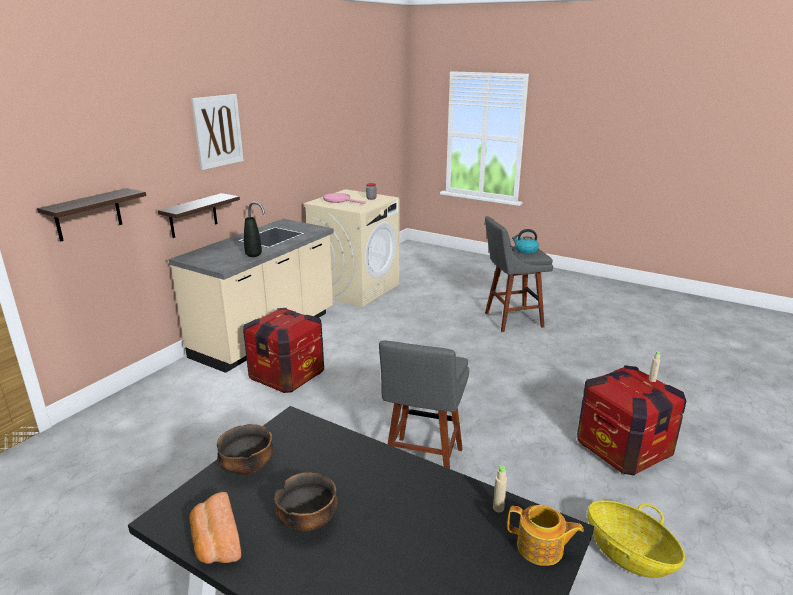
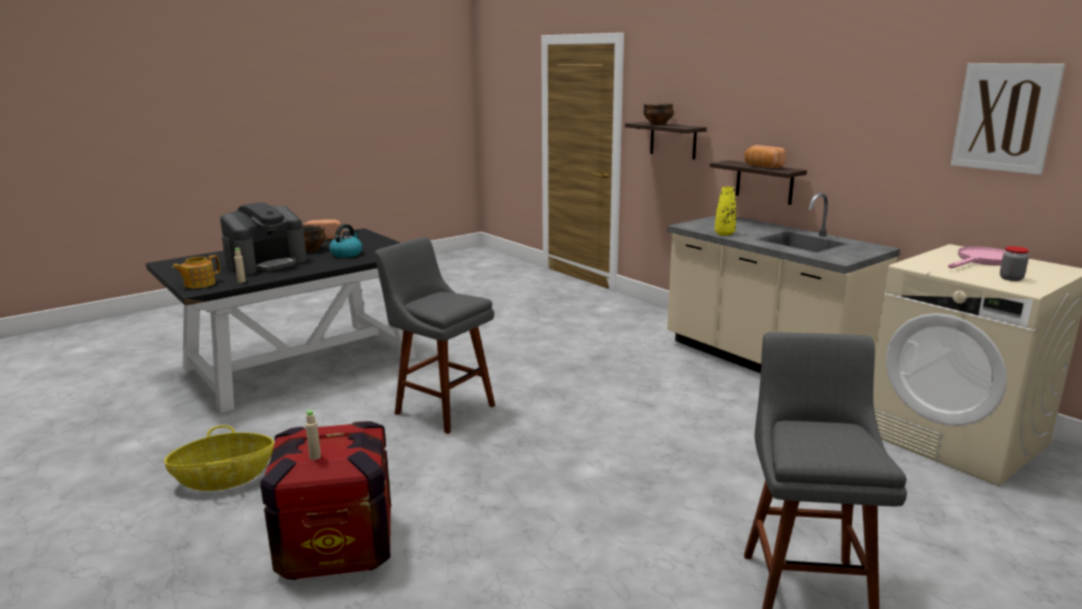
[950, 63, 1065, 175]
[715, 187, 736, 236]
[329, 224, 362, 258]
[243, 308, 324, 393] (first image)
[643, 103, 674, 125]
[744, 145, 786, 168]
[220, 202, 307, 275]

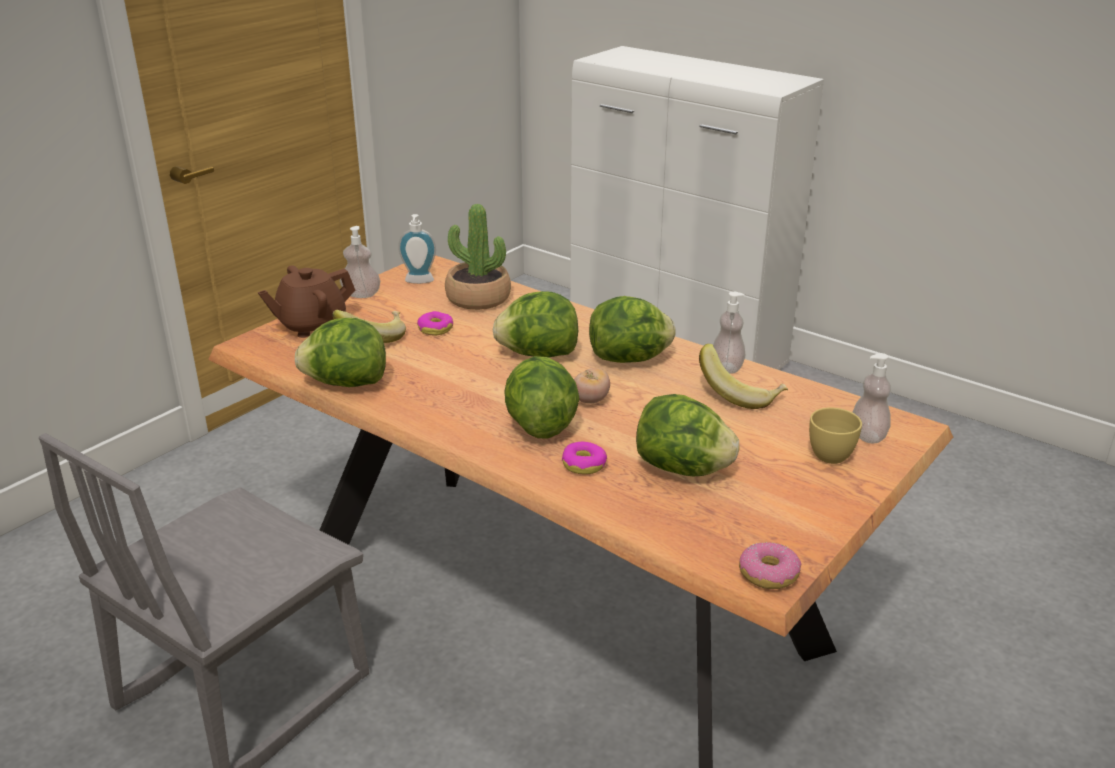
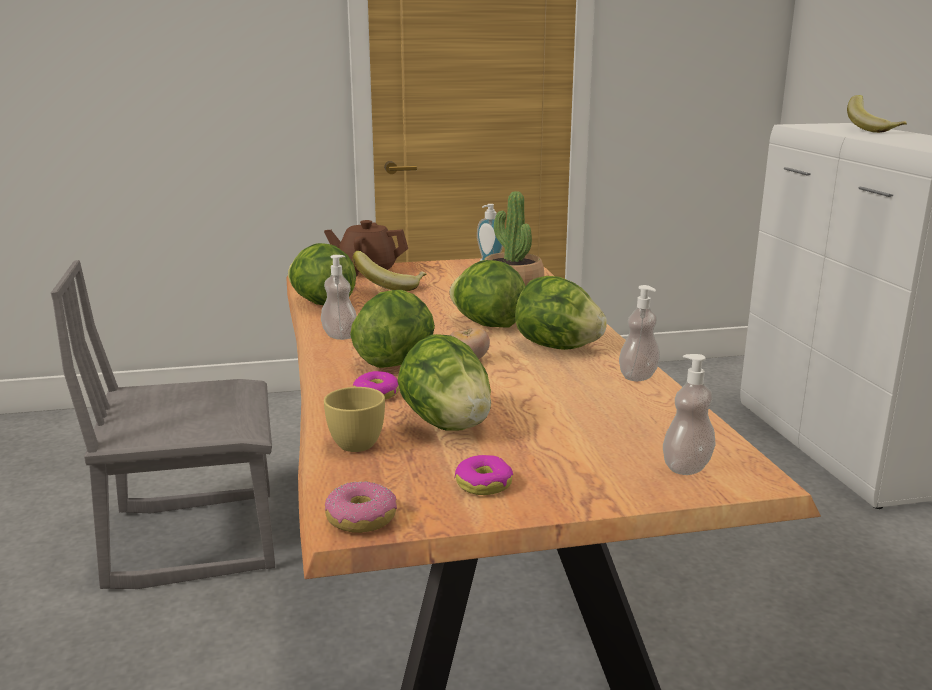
[321, 255, 357, 340]
[454, 455, 513, 495]
[847, 95, 907, 133]
[324, 387, 385, 452]

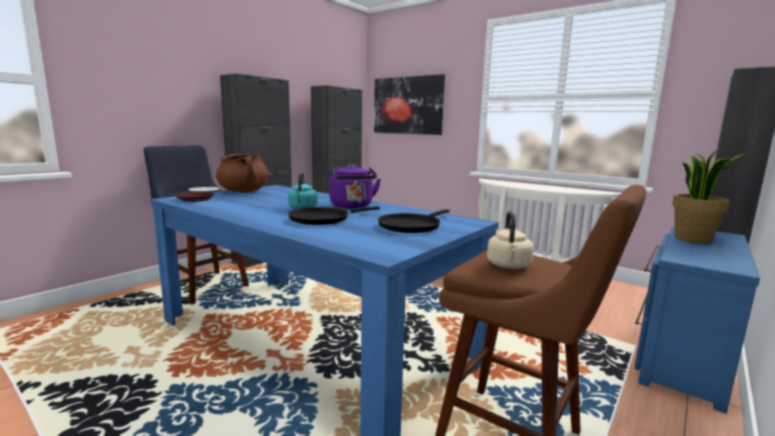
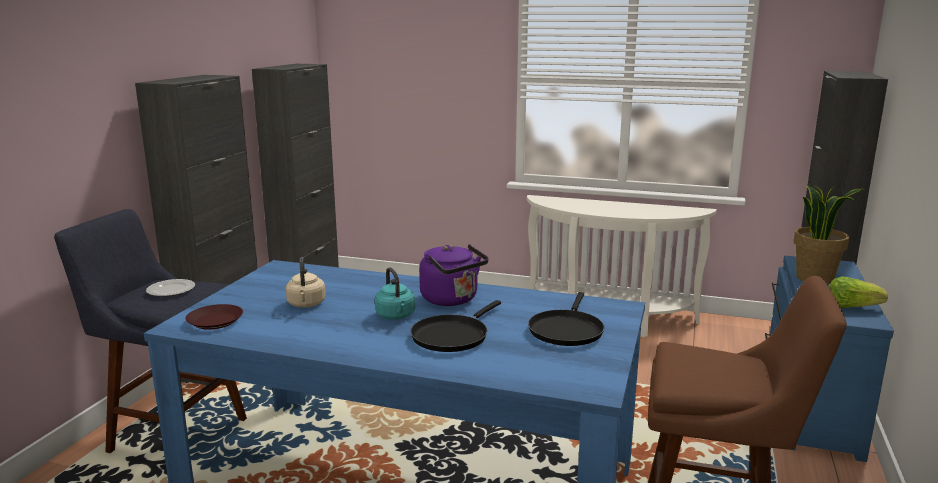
[374, 74, 445, 135] (first image)
[216, 153, 269, 193] (first image)
[286, 257, 326, 308]
[829, 276, 888, 308]

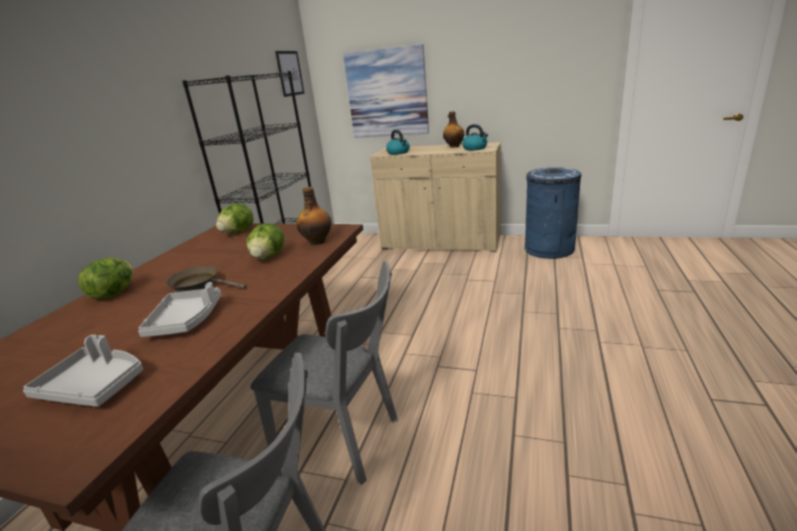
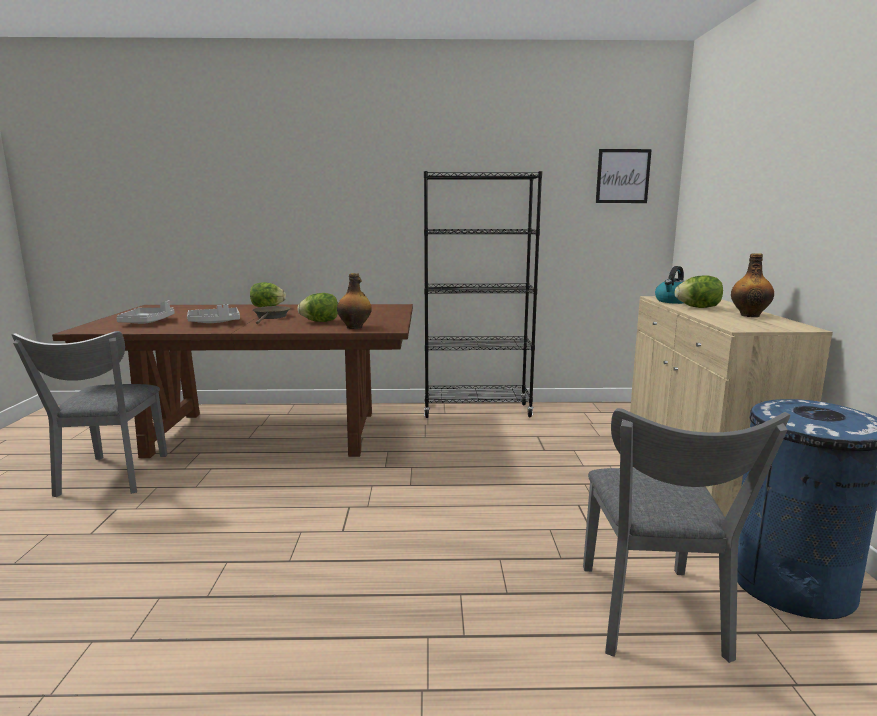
[343, 44, 429, 138] (first image)
[462, 124, 488, 150] (first image)
[675, 275, 723, 308]
[583, 408, 790, 663]

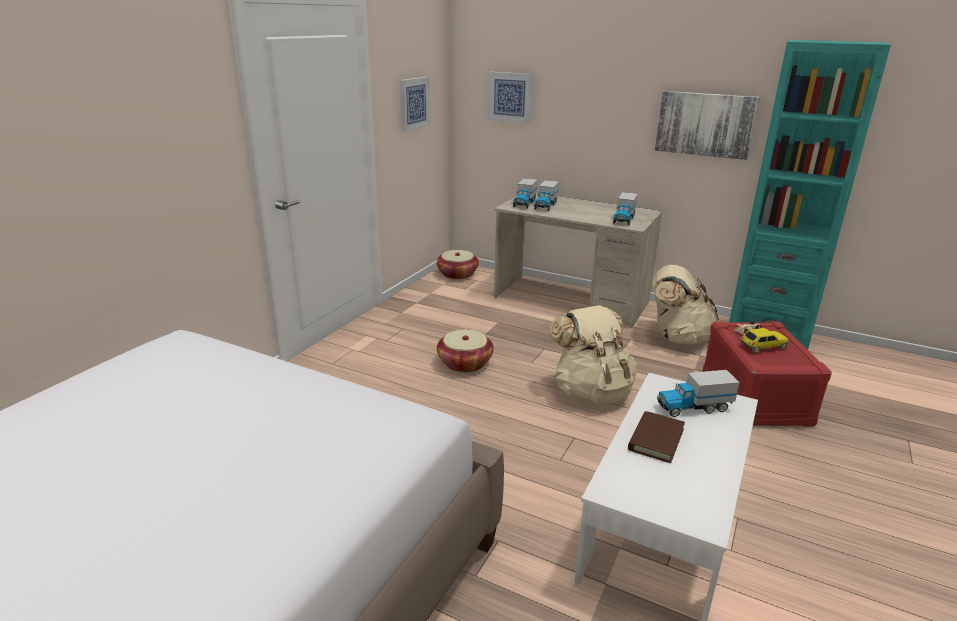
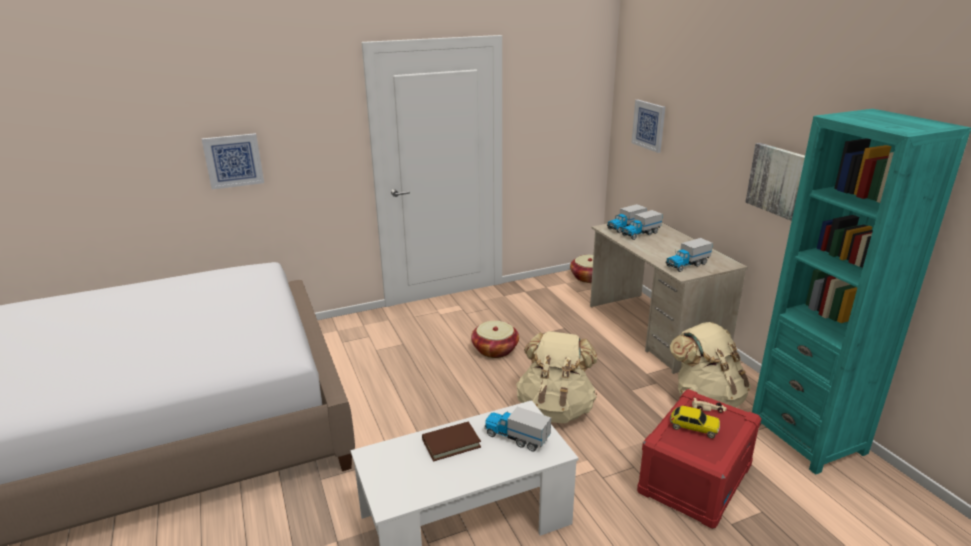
[202, 133, 264, 189]

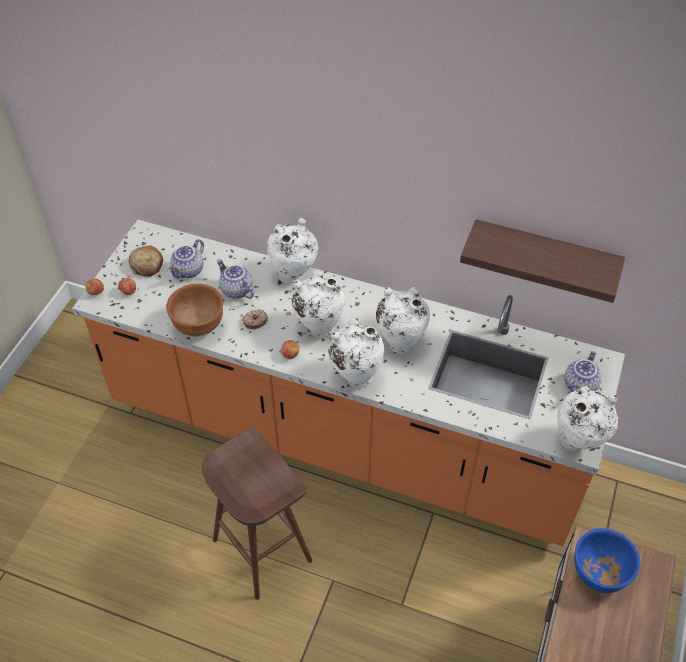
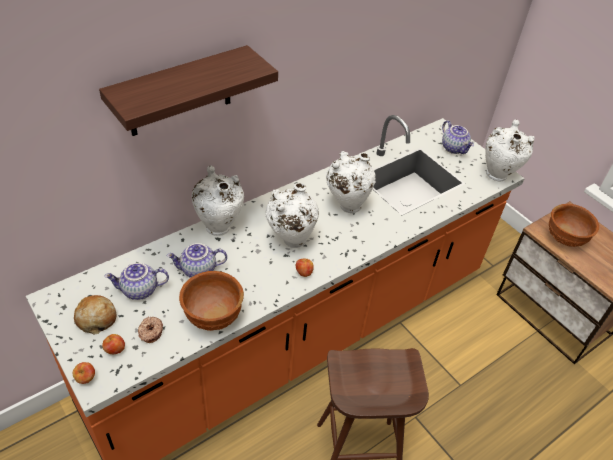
[99, 45, 278, 136]
[104, 263, 169, 300]
[138, 316, 163, 343]
[328, 319, 384, 388] (first image)
[549, 204, 599, 247]

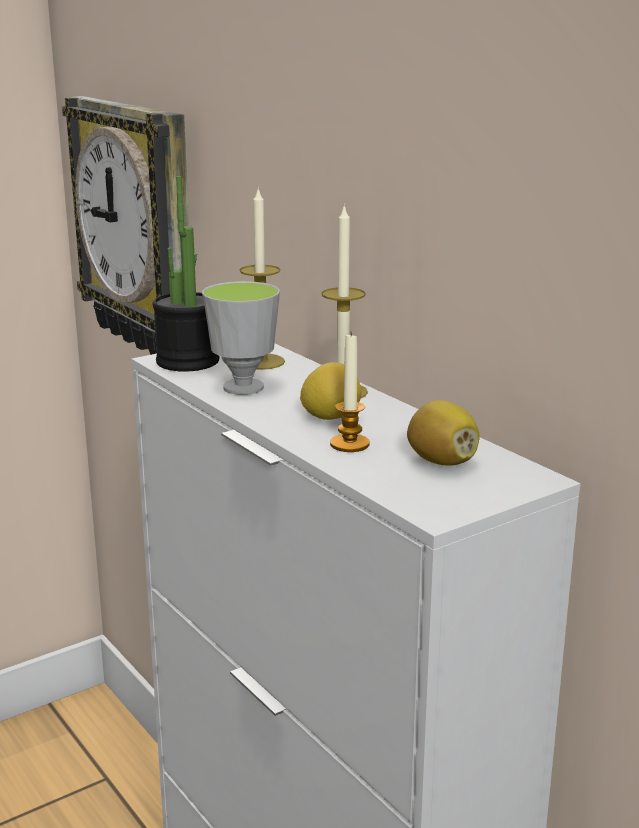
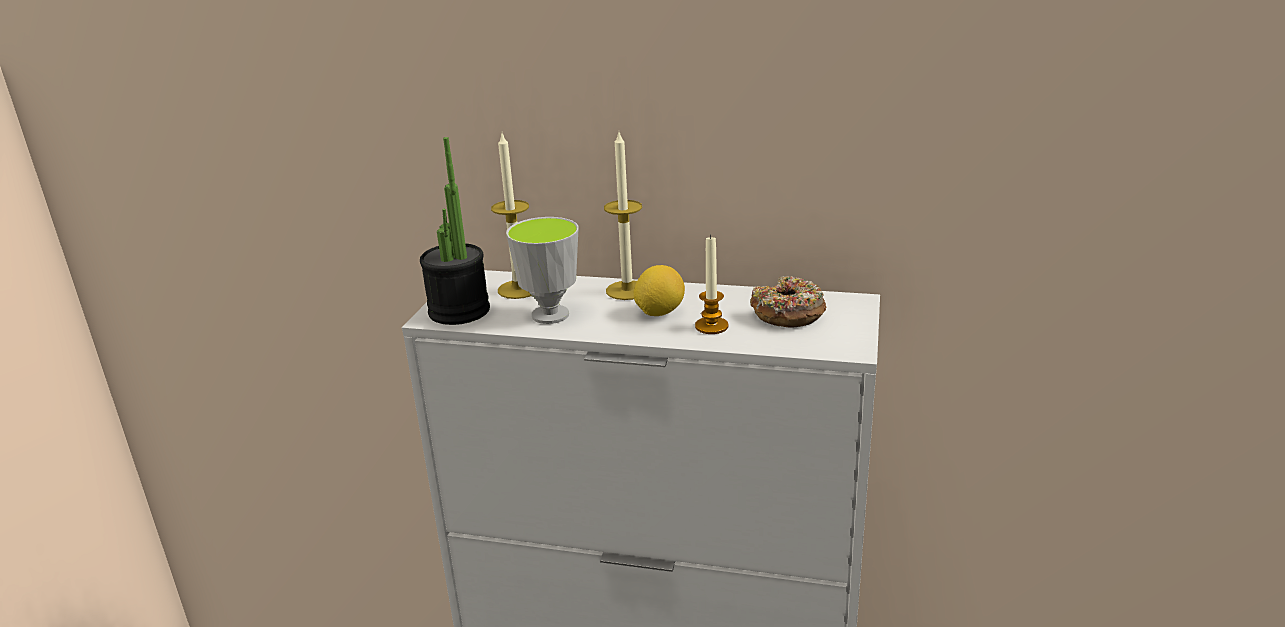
[62, 96, 189, 355] (first image)
[750, 276, 827, 328]

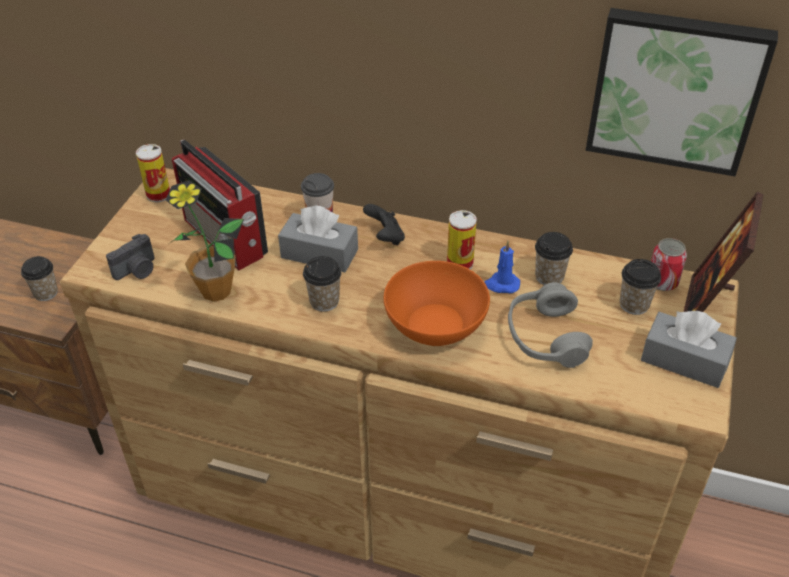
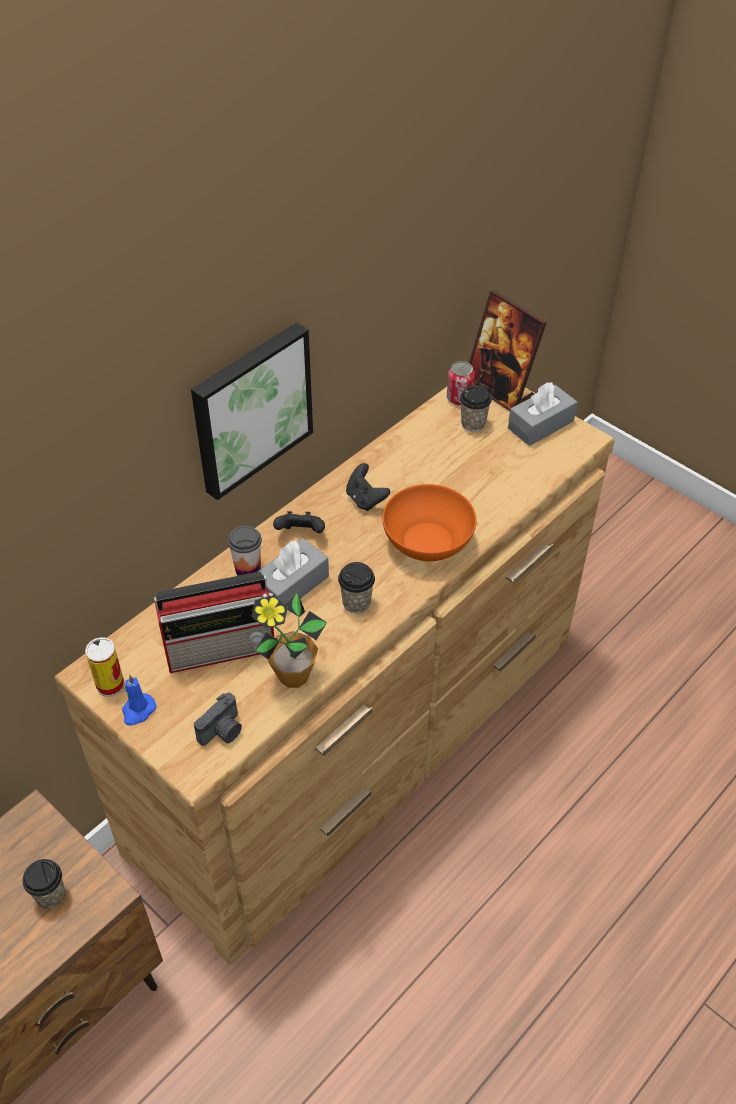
[191, 322, 313, 500]
[346, 463, 390, 511]
[535, 232, 573, 285] (first image)
[194, 693, 242, 746]
[122, 674, 156, 726]
[508, 282, 593, 368] (first image)

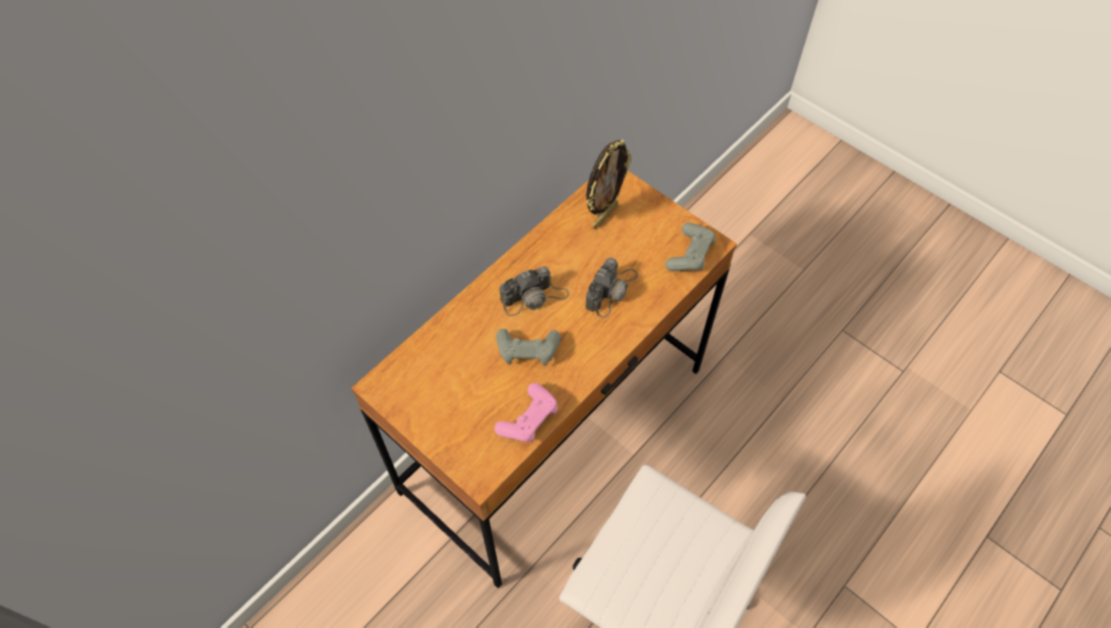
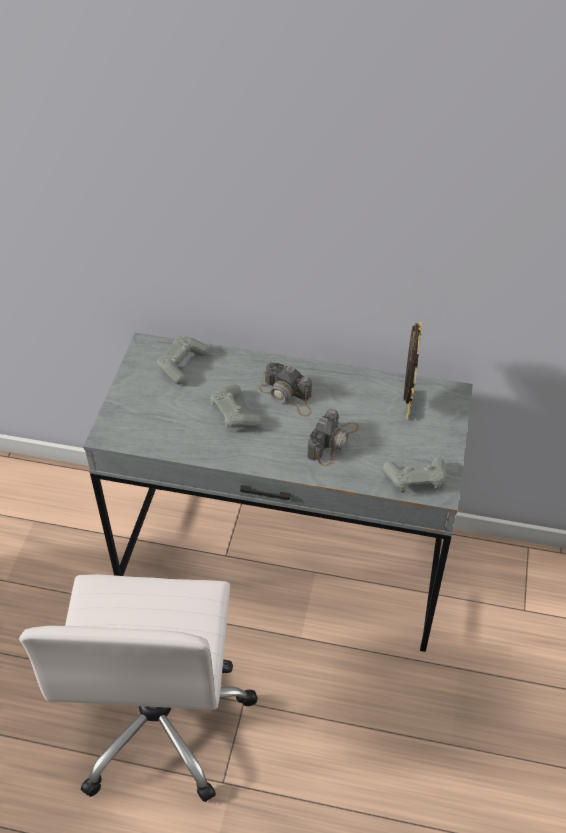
[404, 321, 422, 419]
[83, 333, 473, 652]
[307, 409, 359, 466]
[494, 383, 558, 443] (first image)
[157, 336, 209, 385]

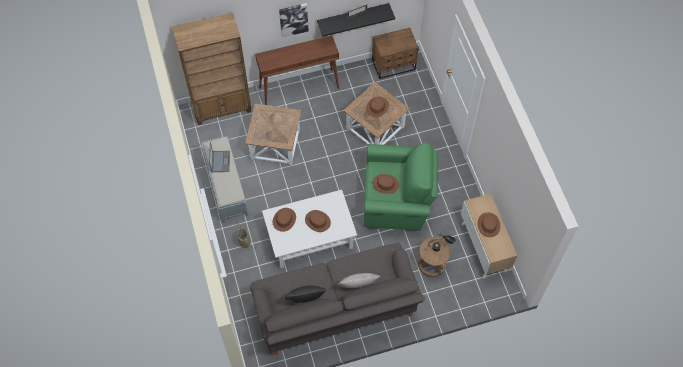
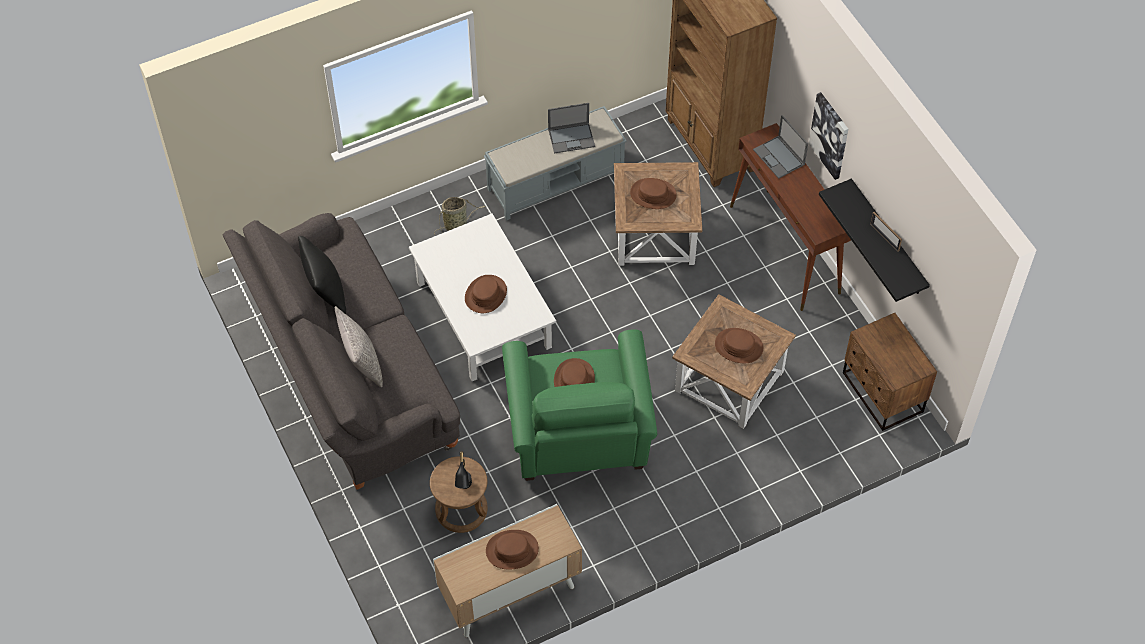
[630, 178, 677, 209]
[753, 115, 808, 179]

